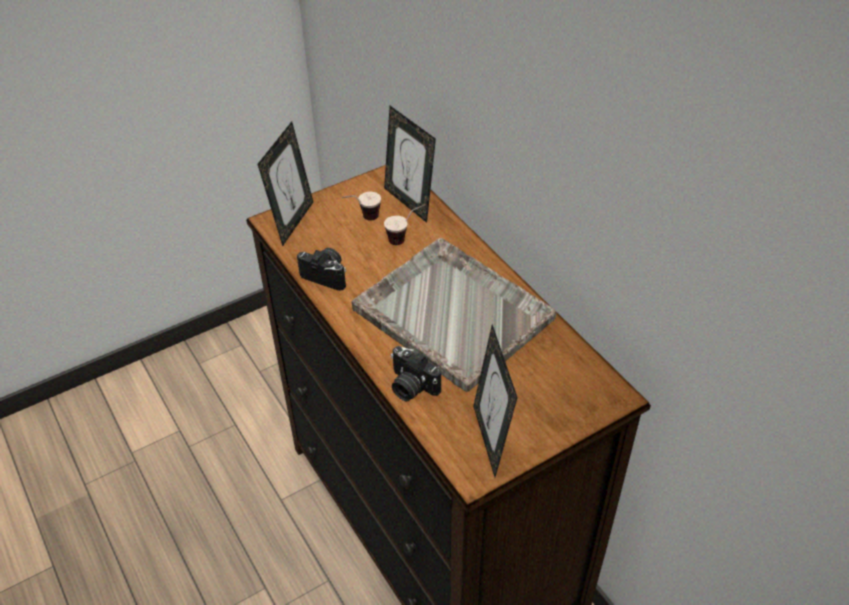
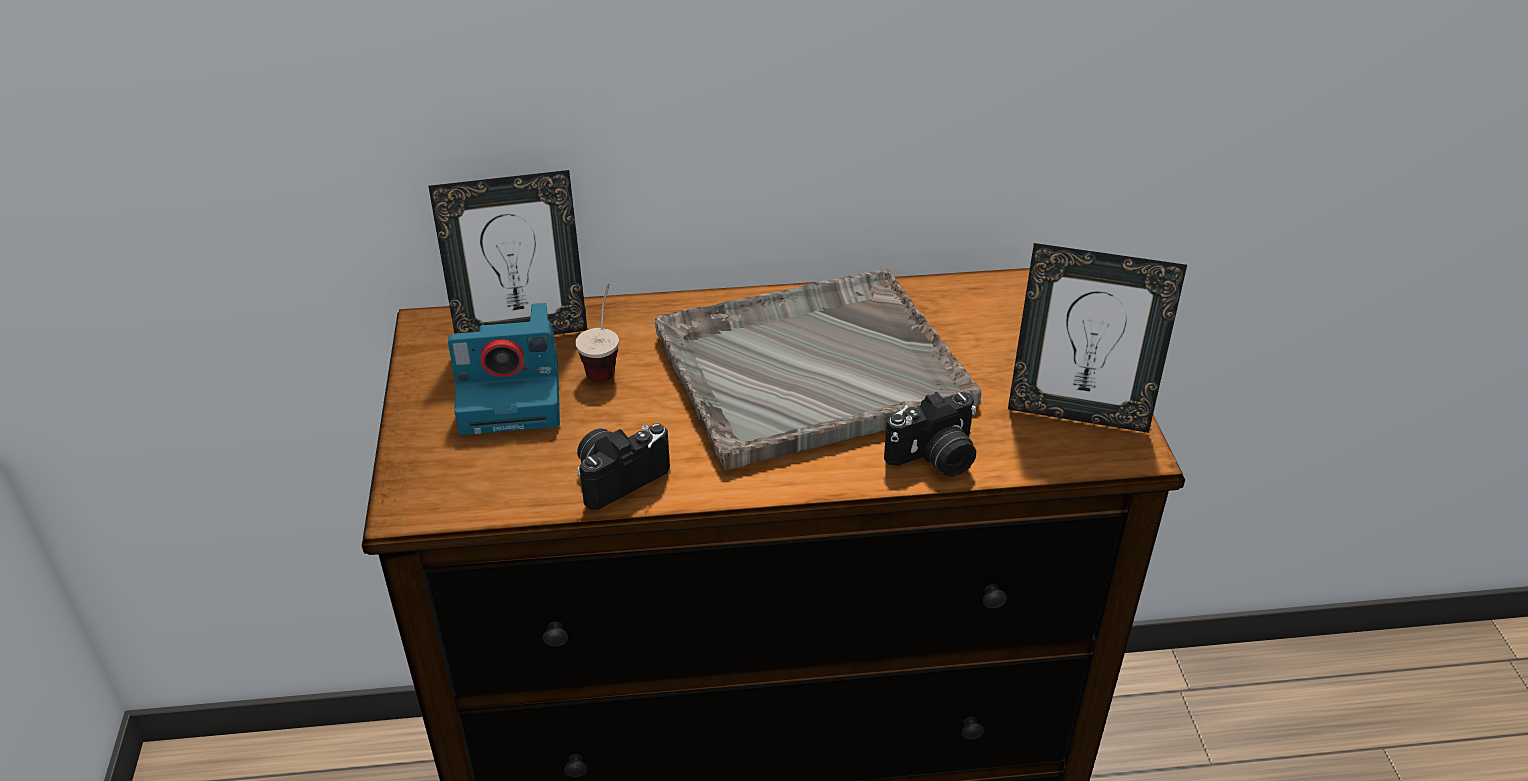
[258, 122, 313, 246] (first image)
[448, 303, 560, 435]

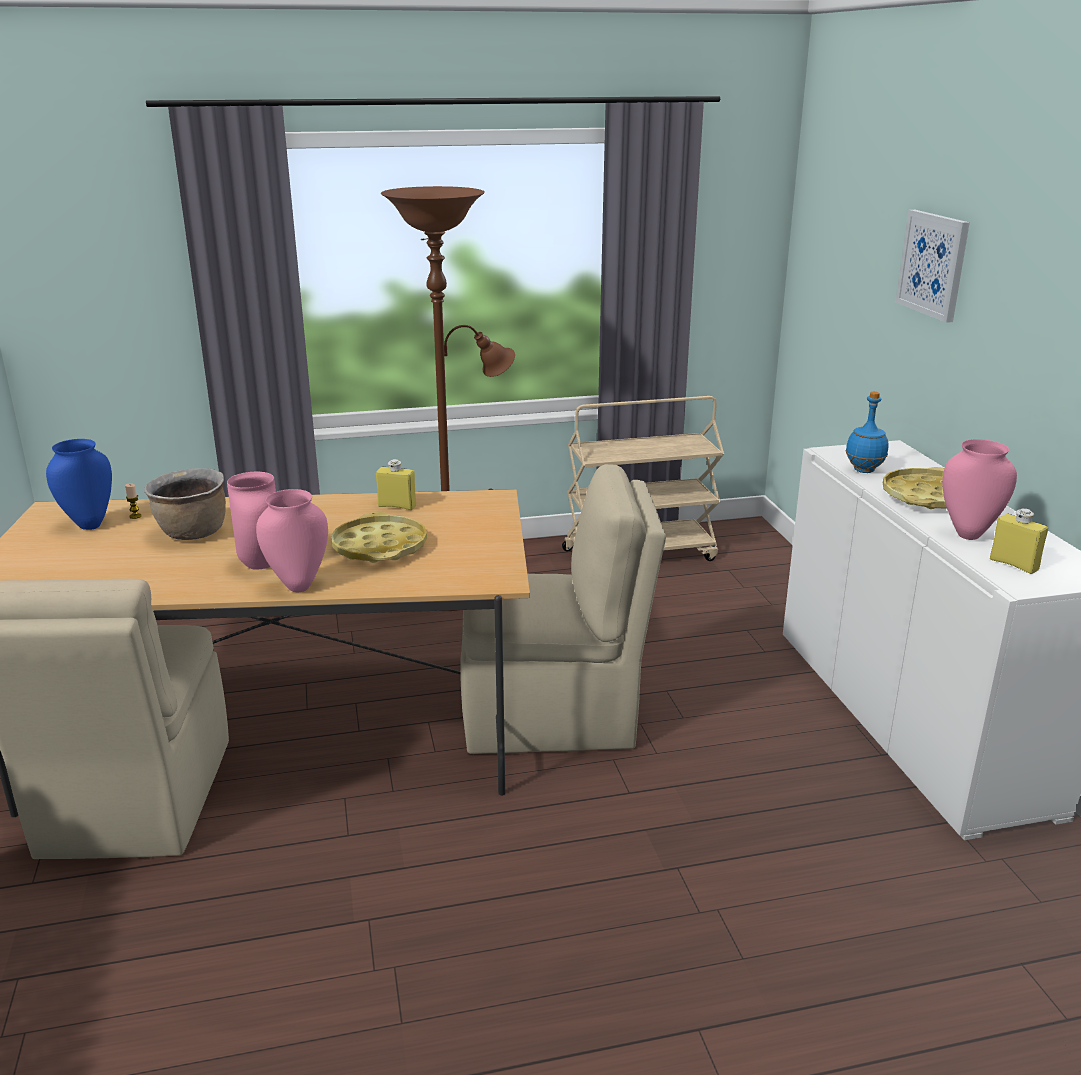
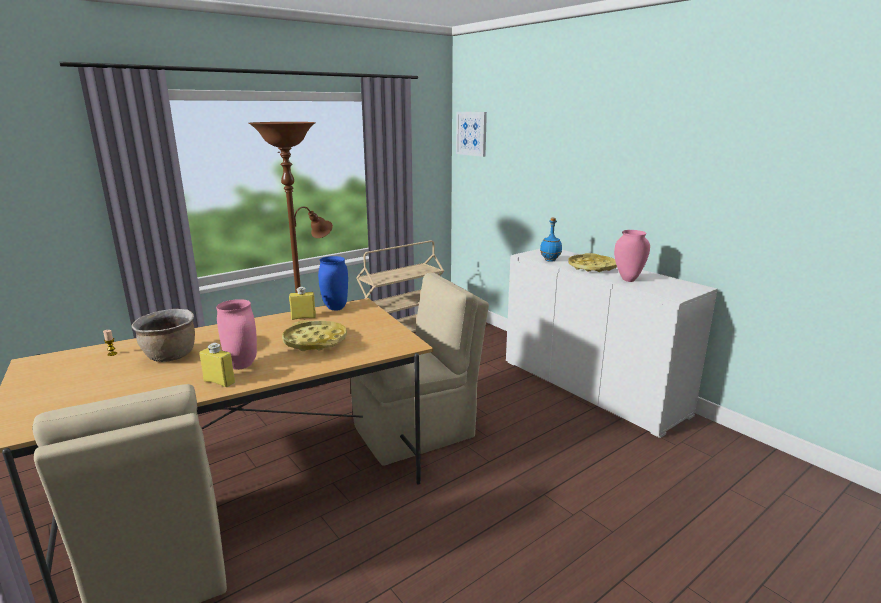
[456, 112, 487, 157]
[318, 256, 348, 310]
[256, 489, 328, 592] (first image)
[199, 343, 235, 387]

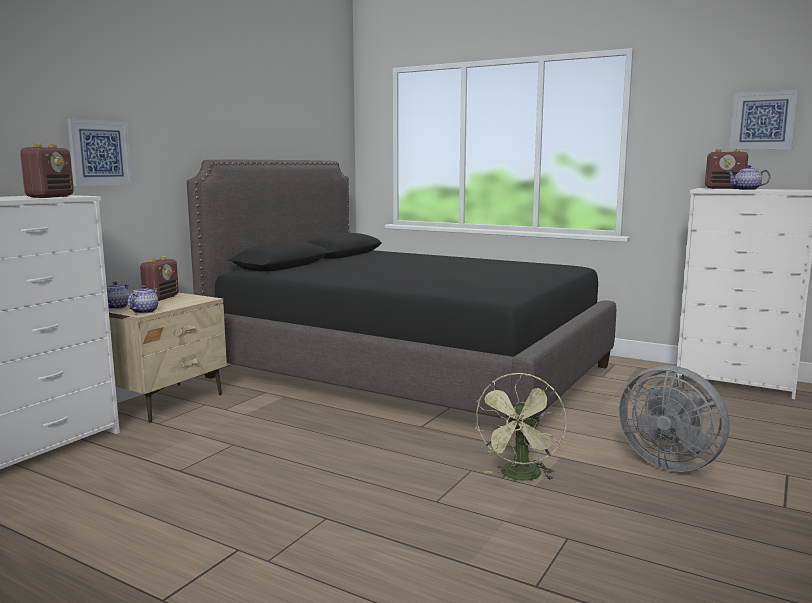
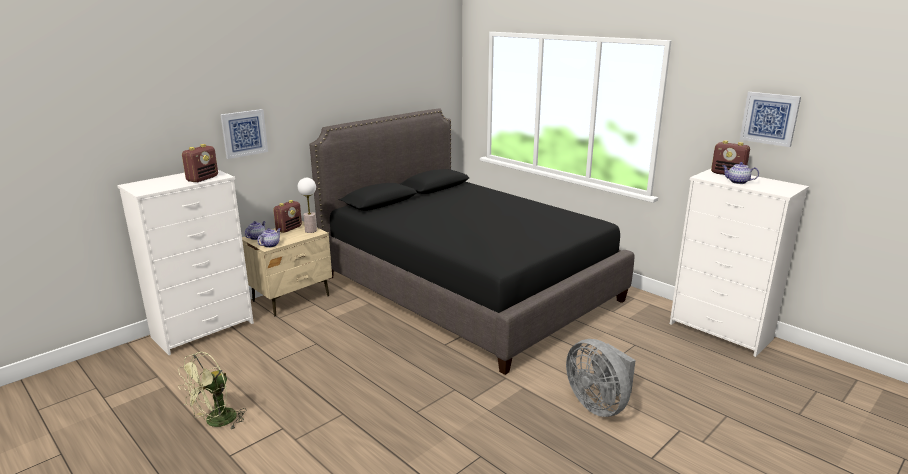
[178, 352, 247, 430]
[298, 178, 317, 233]

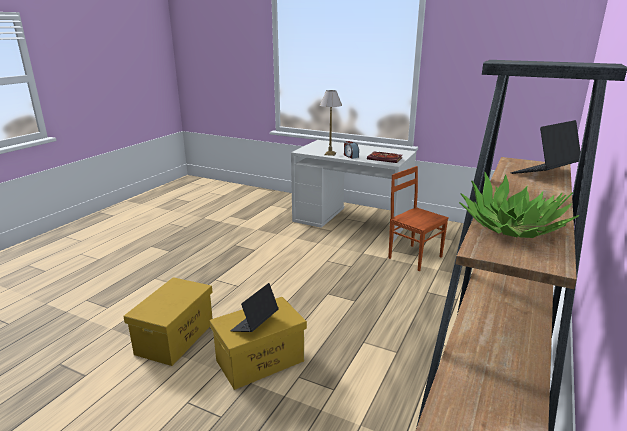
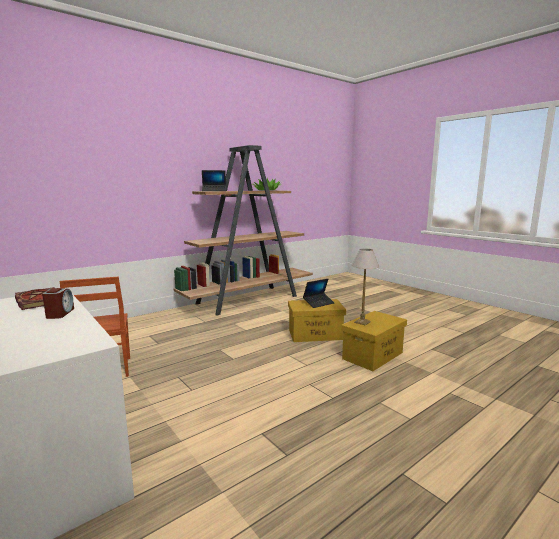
[352, 249, 379, 325]

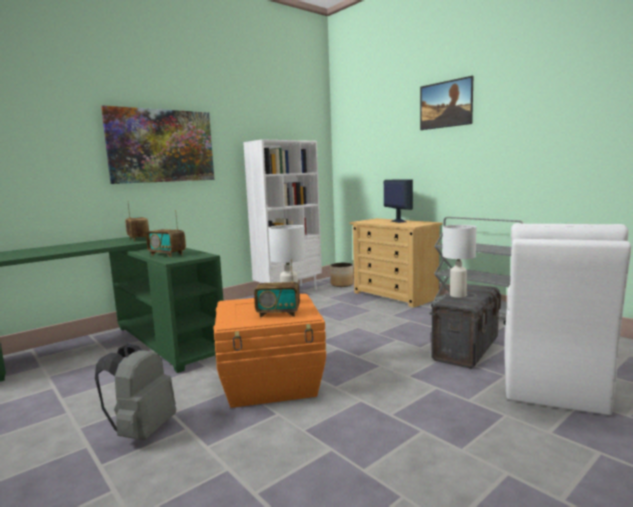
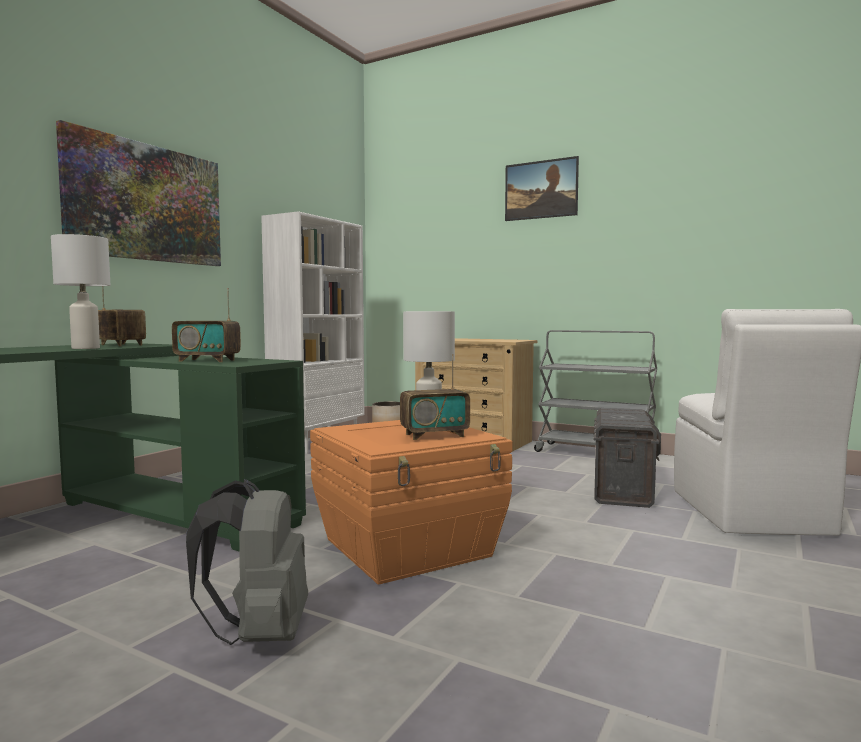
[384, 180, 413, 223] (first image)
[51, 234, 110, 349]

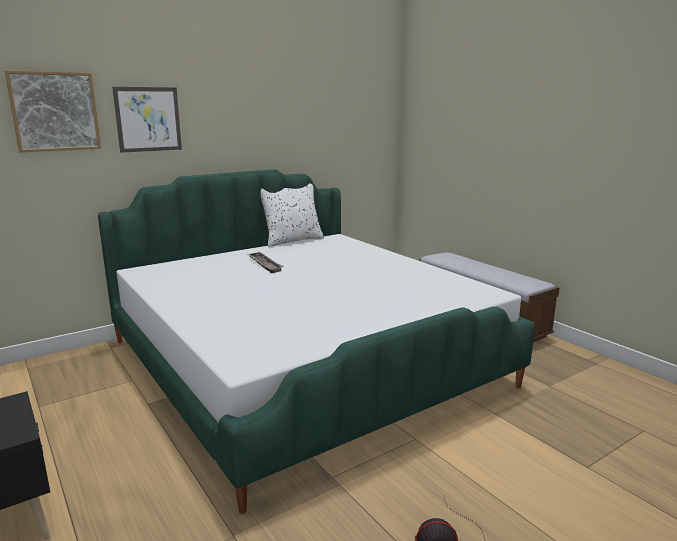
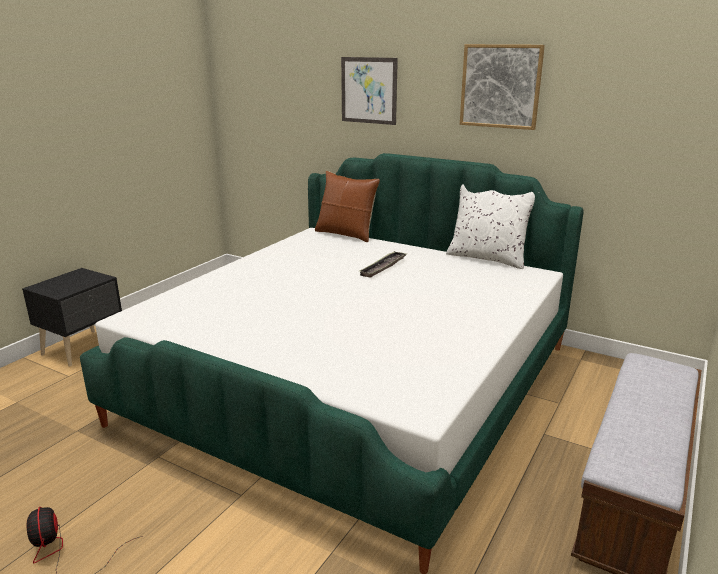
[460, 44, 545, 130]
[315, 171, 380, 242]

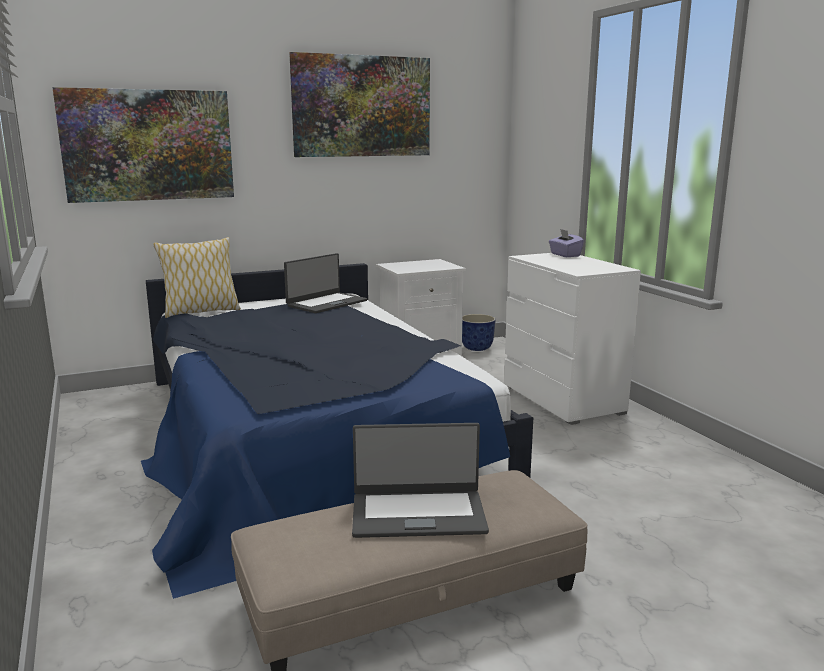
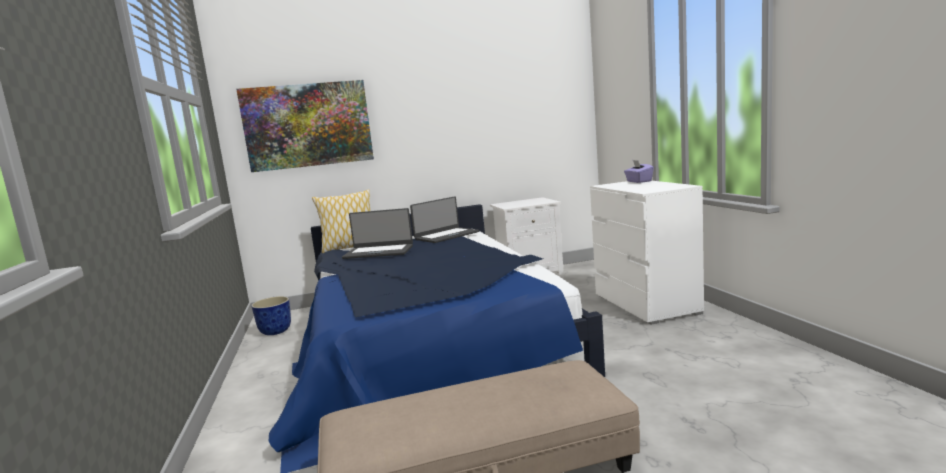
[289, 52, 430, 157] (first image)
[251, 296, 291, 335]
[342, 208, 413, 259]

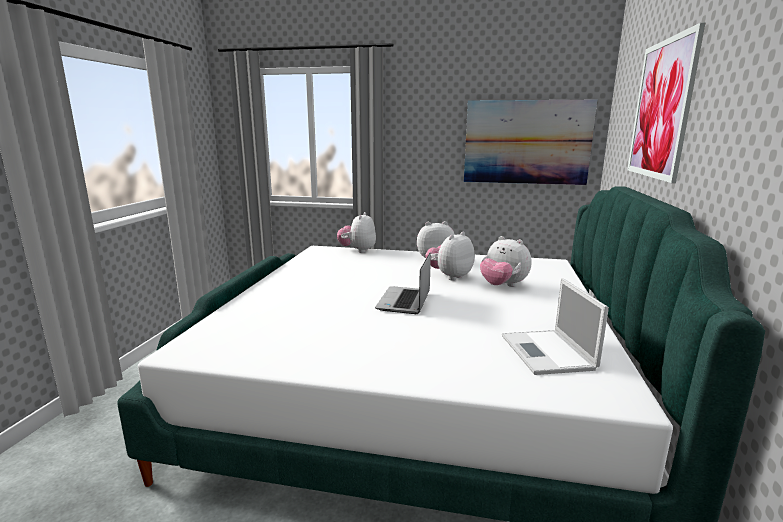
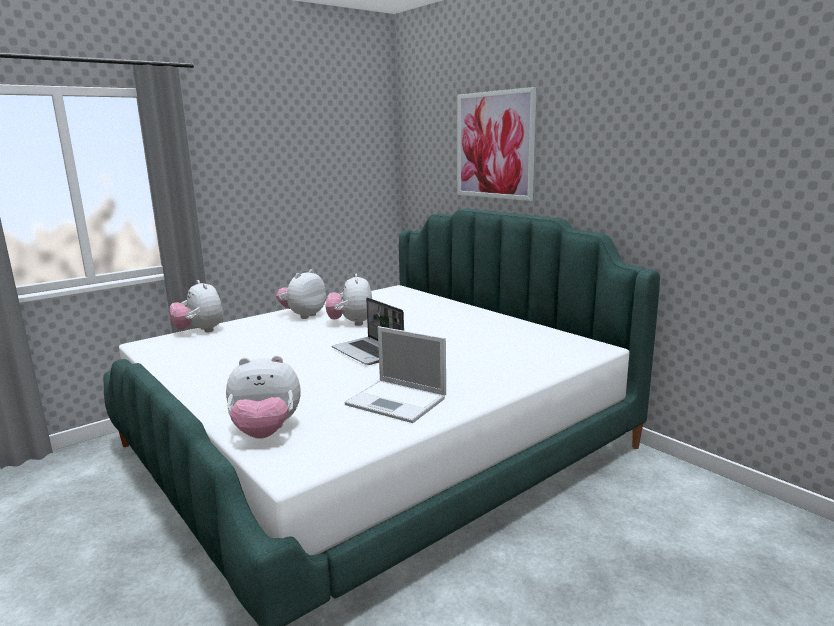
[464, 100, 597, 185] (first image)
[226, 355, 301, 439]
[344, 326, 446, 423]

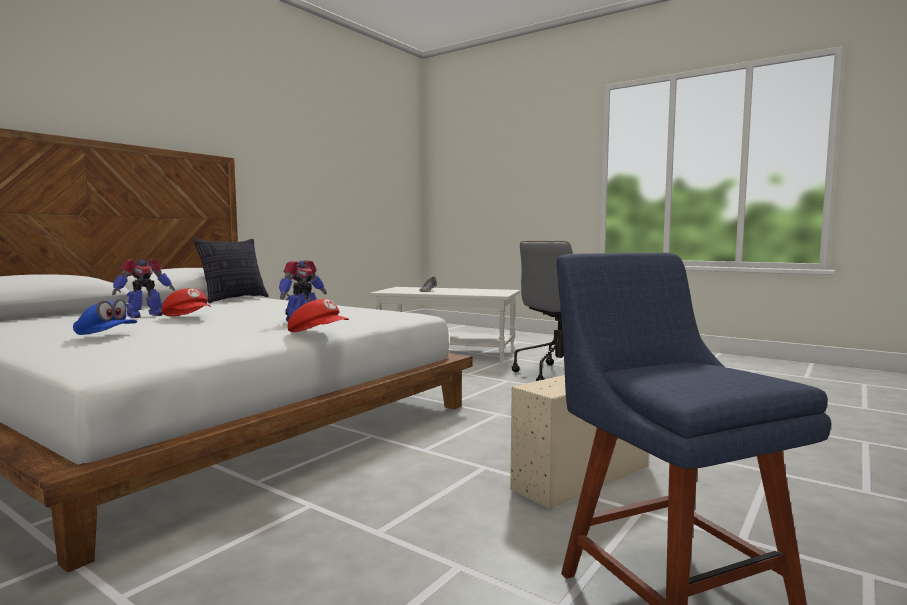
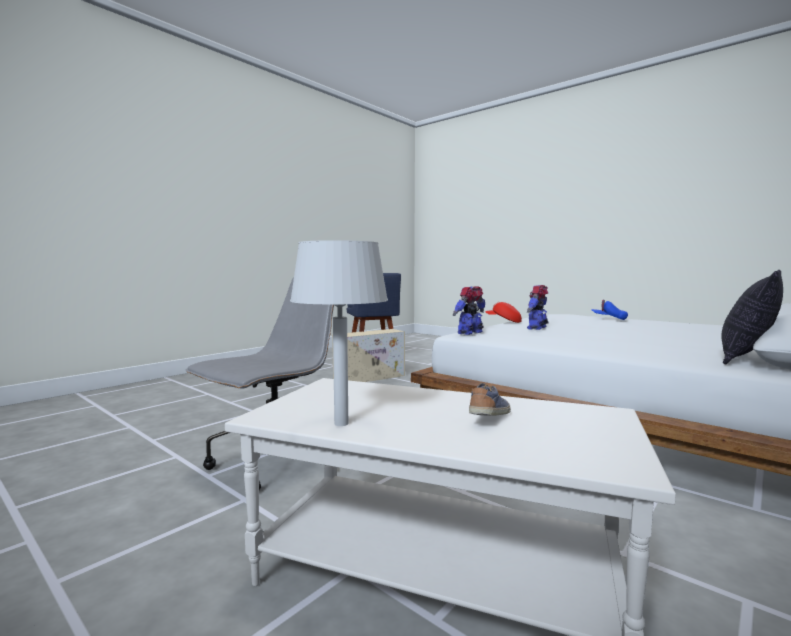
[453, 286, 485, 335]
[161, 288, 211, 316] (first image)
[290, 240, 388, 426]

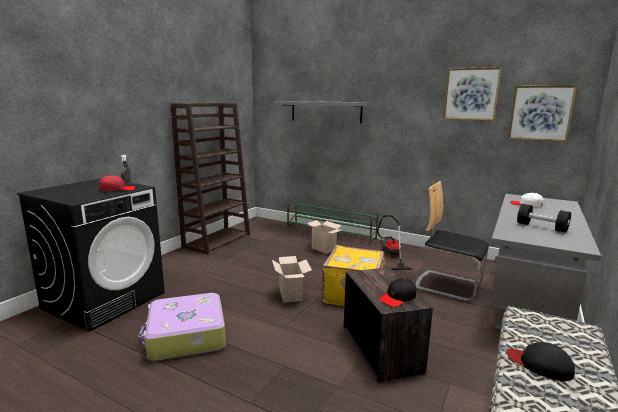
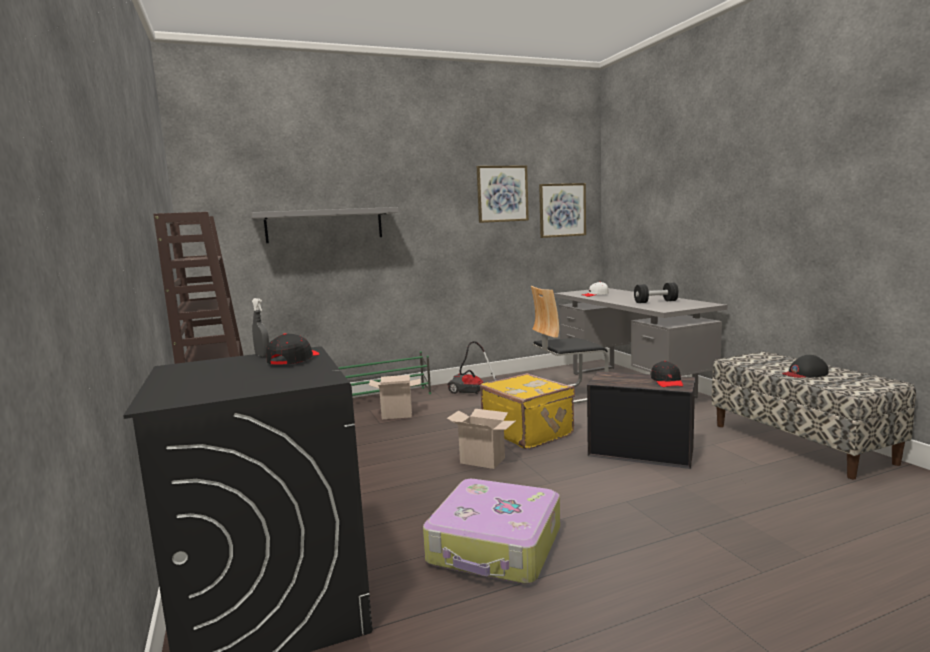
[266, 333, 319, 365]

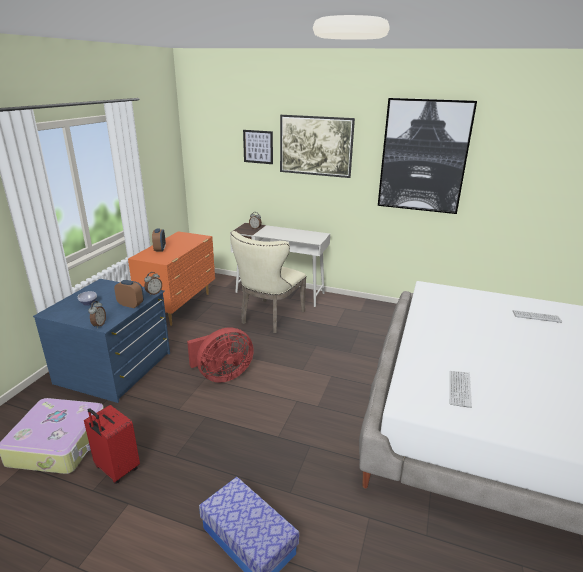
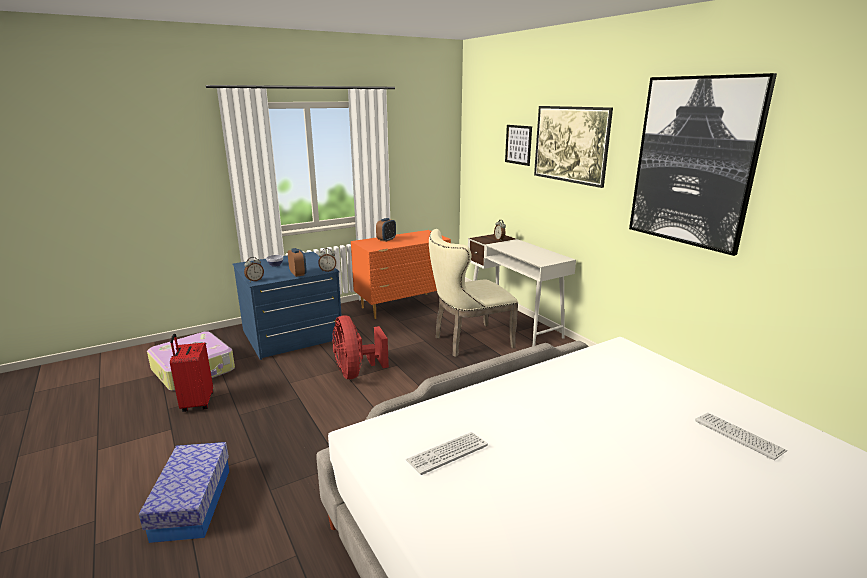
[332, 315, 389, 379]

